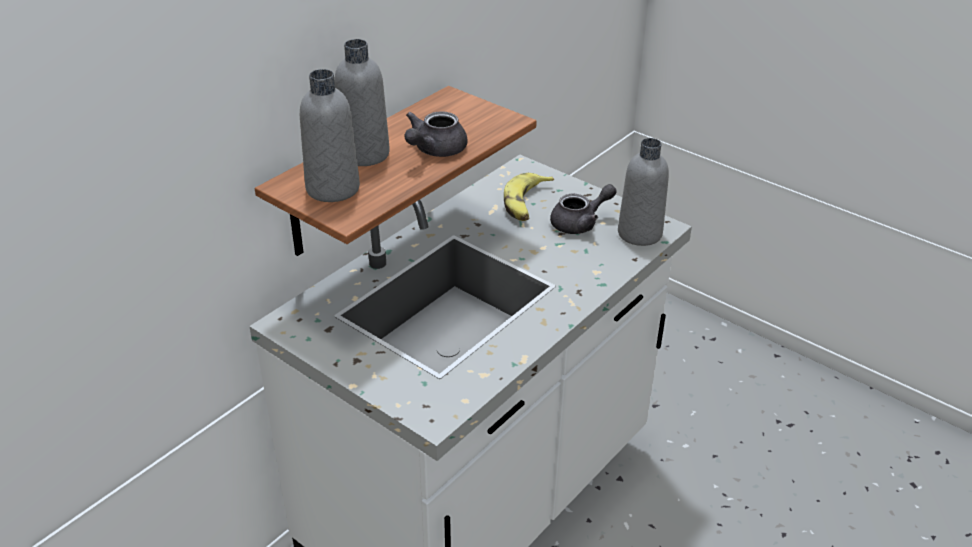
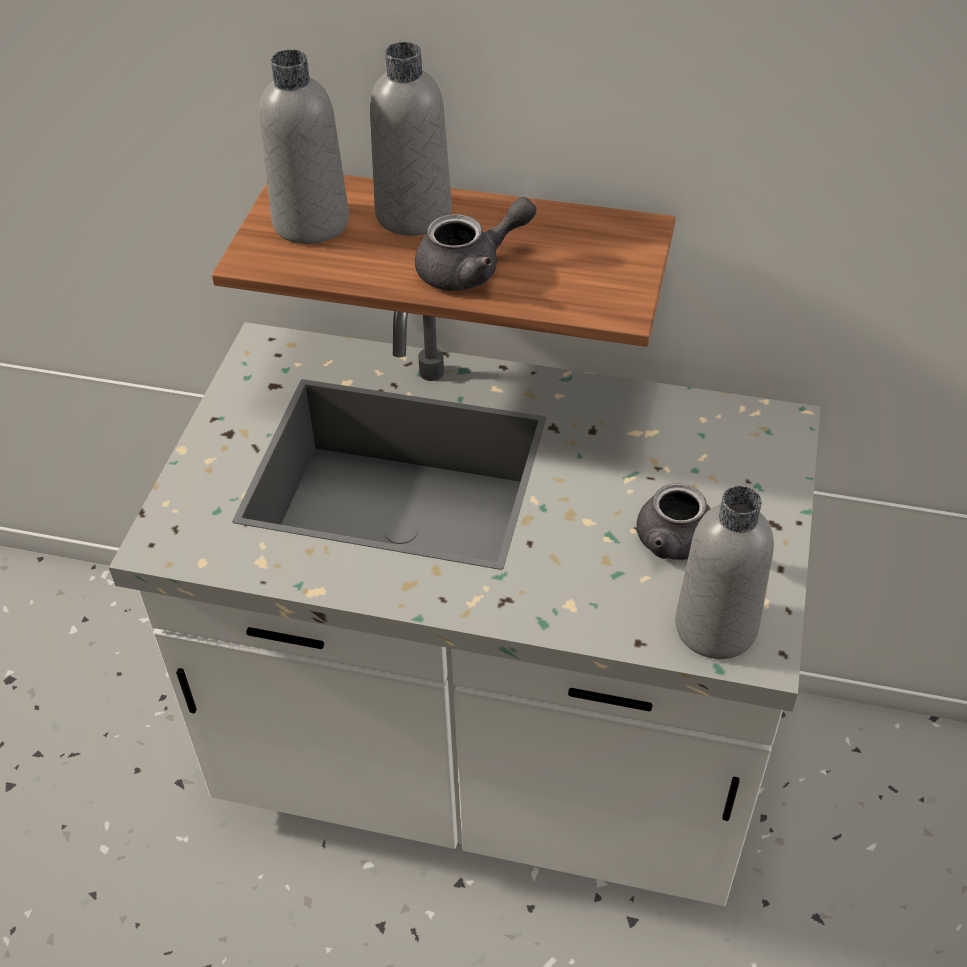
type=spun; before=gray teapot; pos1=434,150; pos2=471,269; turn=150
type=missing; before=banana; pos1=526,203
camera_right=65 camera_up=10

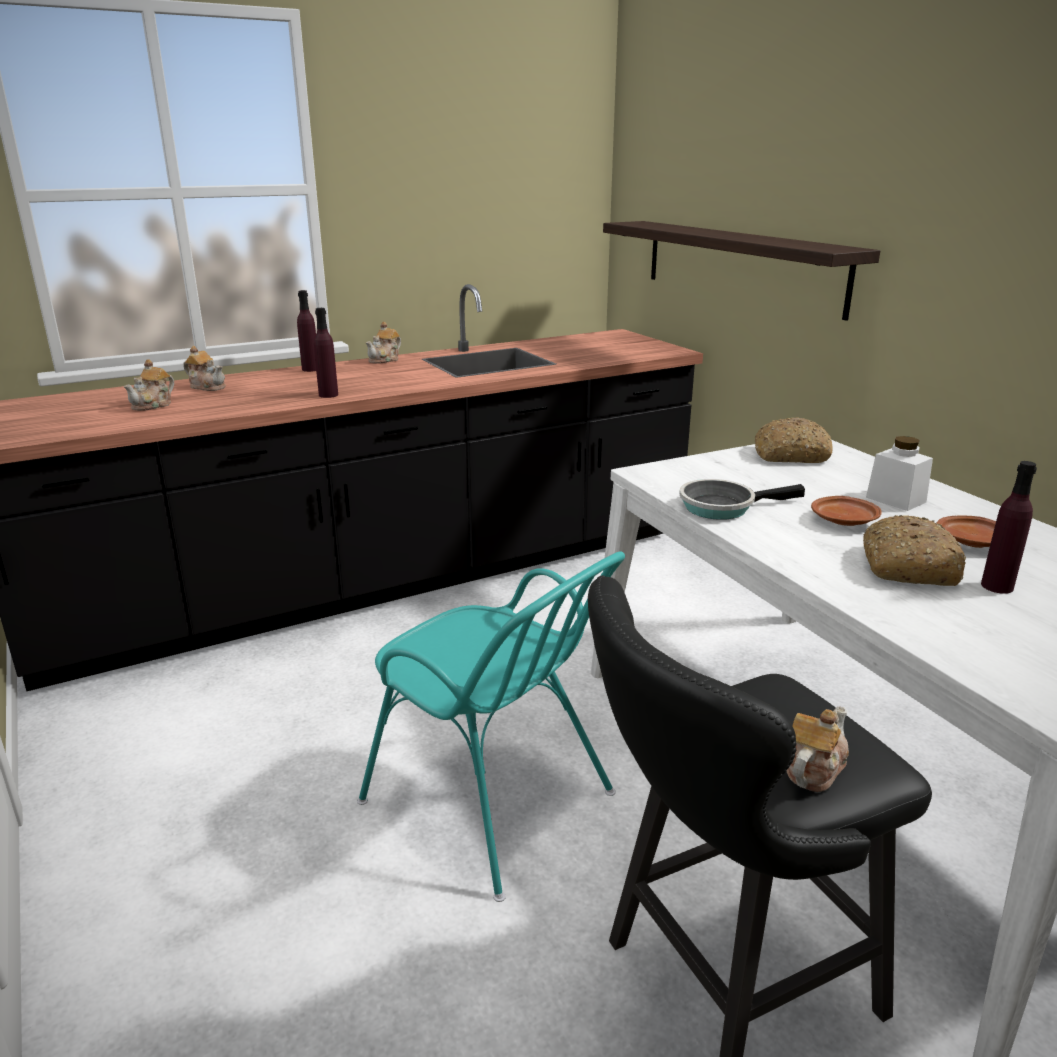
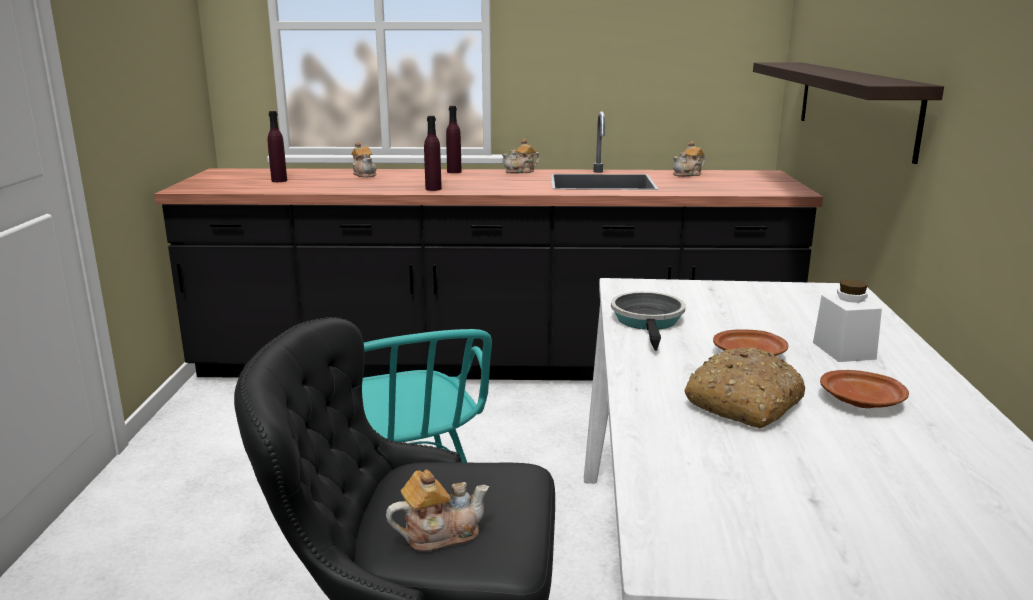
type=relocated; before=purplish drink bottle; pos1=997,586; pos2=279,180
type=spun; before=pan; pos1=722,507; pos2=648,322; turn=75
type=relocated; before=teapot; pos1=154,405; pos2=688,174
type=missing; before=bread; pos1=790,455
camera_right=30 camera_up=-5

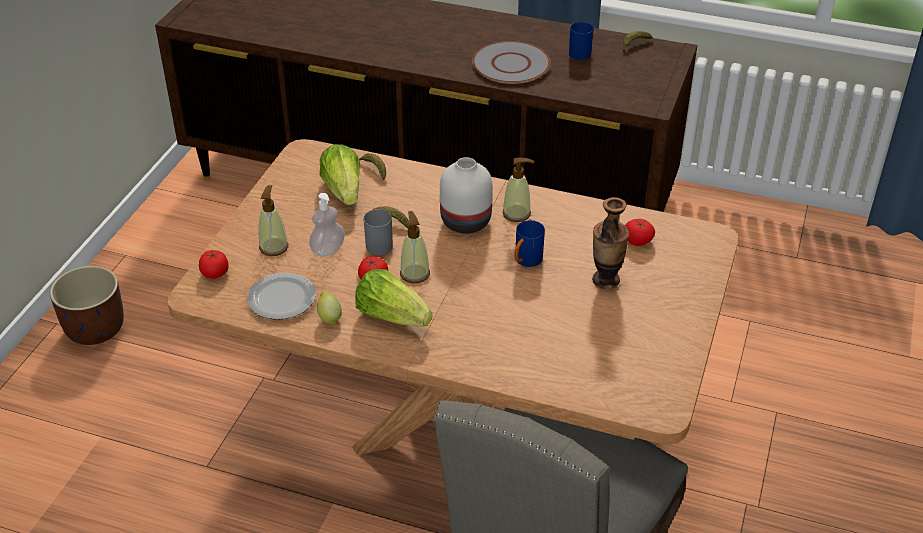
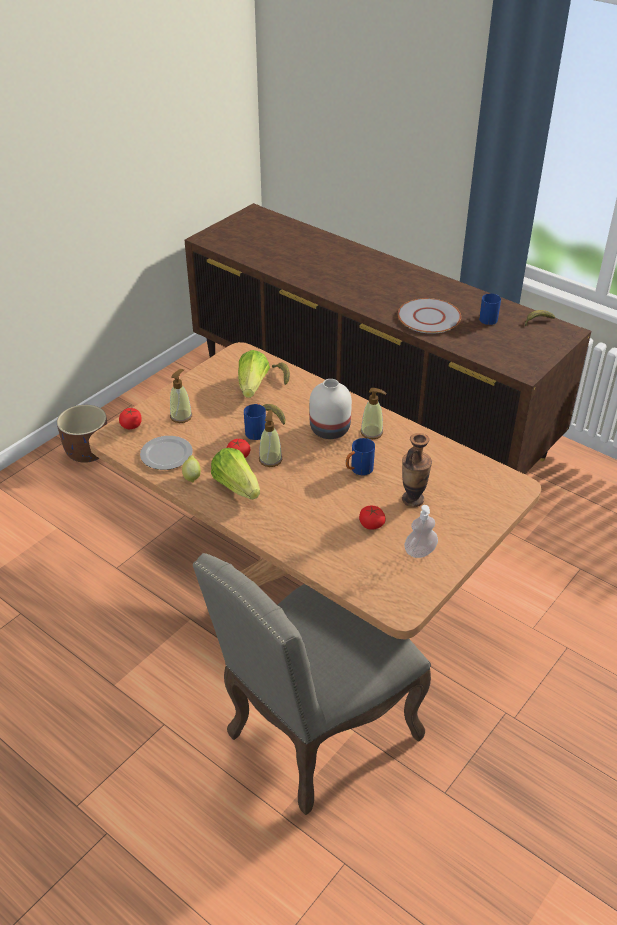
type=colour; before=gray tea mug; after=bluish tea mug; pos1=378,243; pos2=256,431
type=relocated; before=fresh tomato; pos1=637,240; pos2=371,524
type=relocated; before=soap dispenser; pos1=328,250; pos2=420,551
camera_right=20 camera_up=0

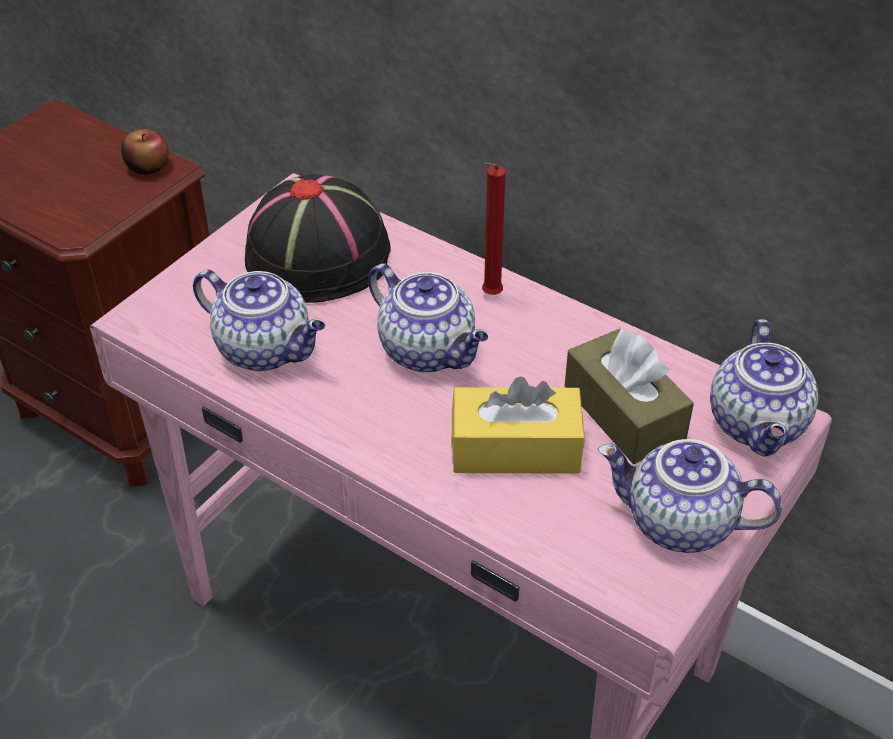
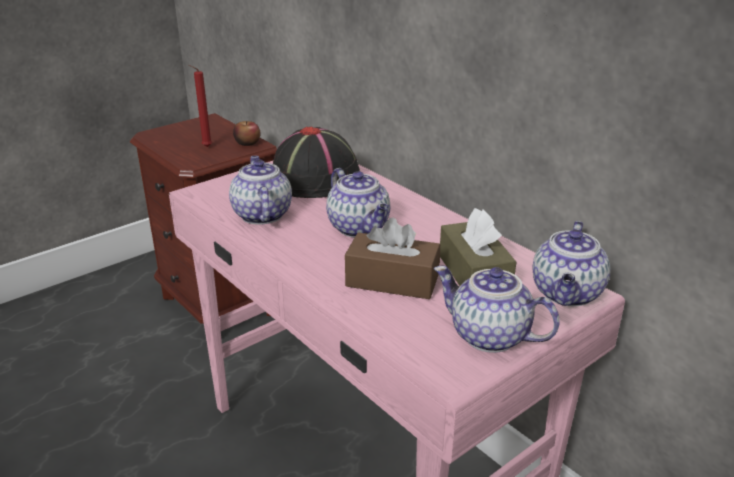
type=relocated; before=red-coloured wax light; pos1=489,296; pos2=205,147
type=spun; before=teapot; pos1=266,350; pos2=261,214; turn=-150
type=colour; before=yellow tissue box; after=brownish tissue box; pos1=515,448; pos2=392,281
camera_right=15 camera_up=-15

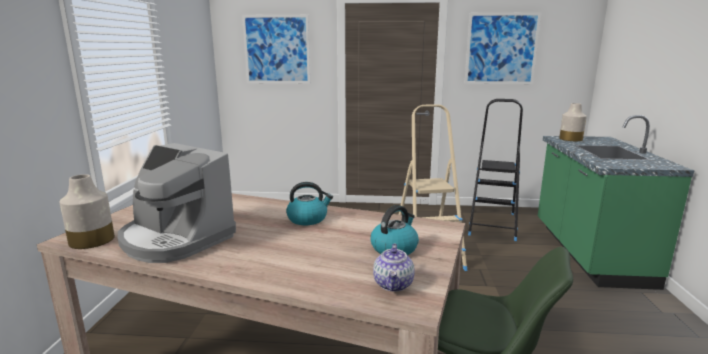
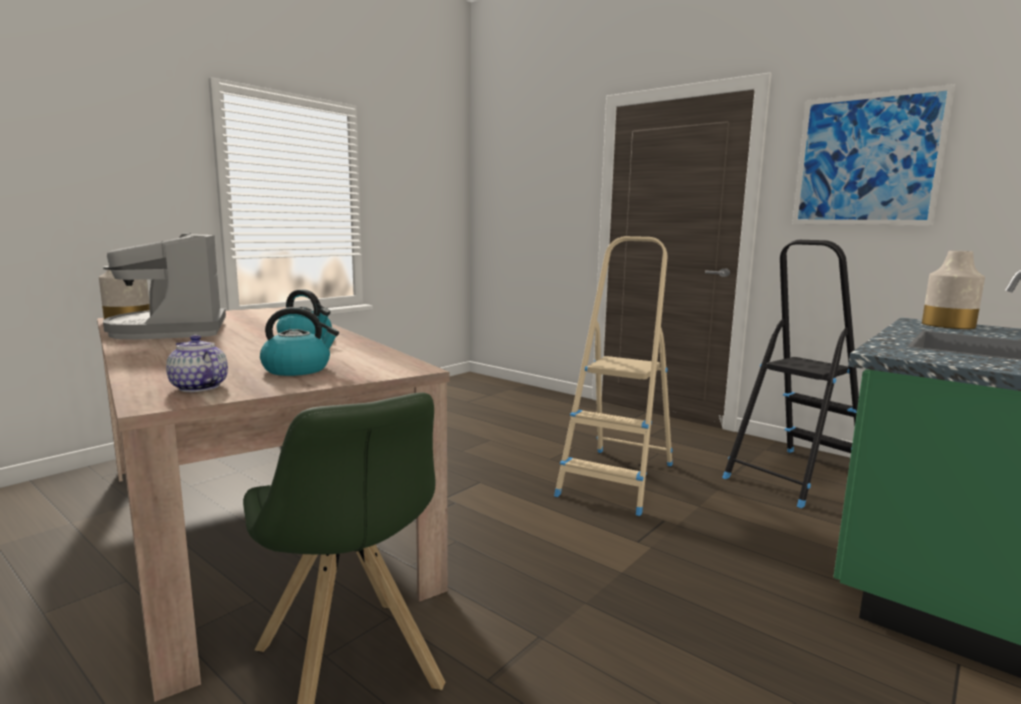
type=spun; before=teapot; pos1=394,284; pos2=198,387; turn=90
type=missing; before=wall art; pos1=277,49
camera_right=35 camera_up=-5

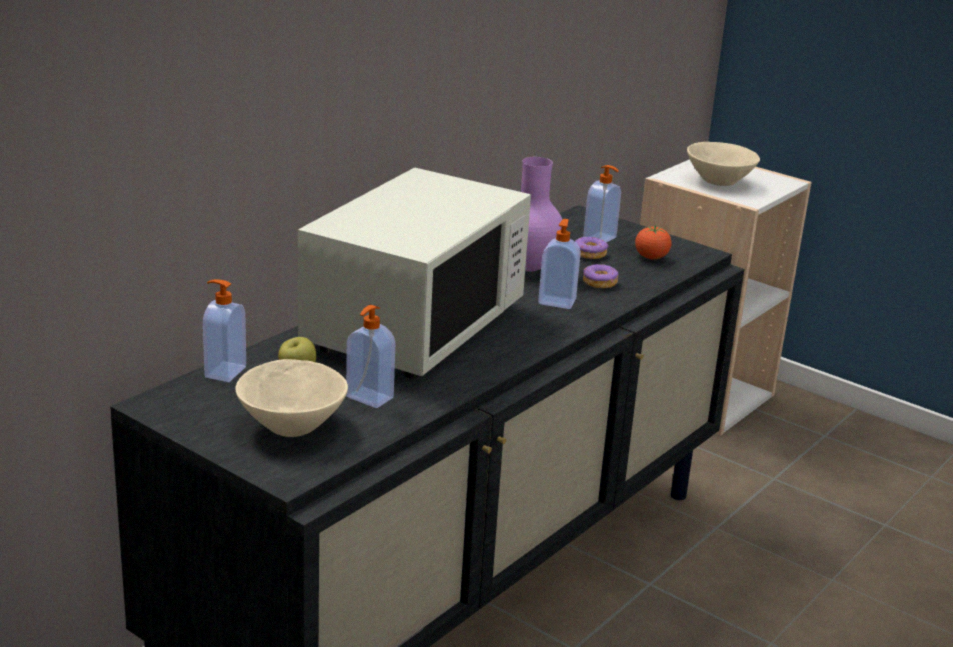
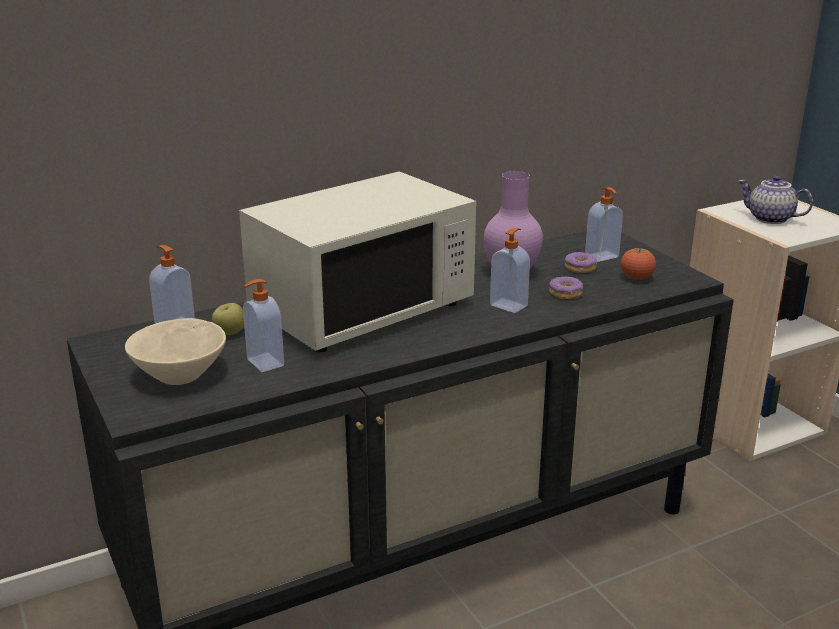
type=exchanged; before=sand-coloured serving bowl; after=teapot; pos1=719,182; pos2=769,219
camera_right=25 camera_up=0

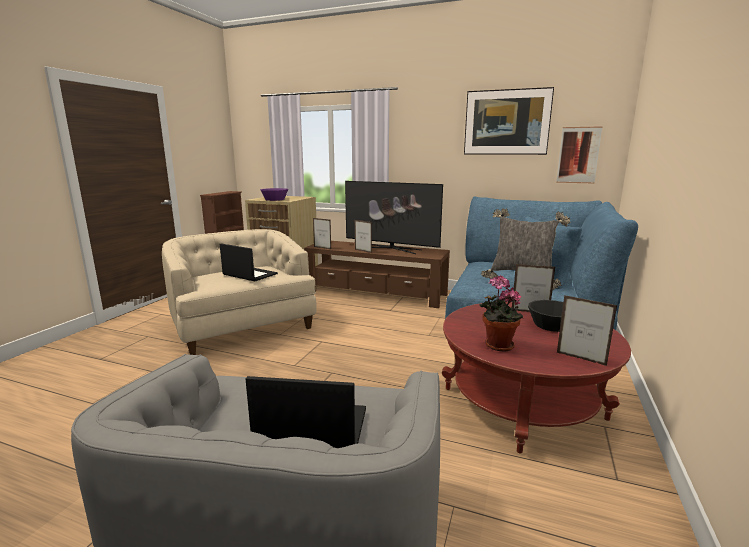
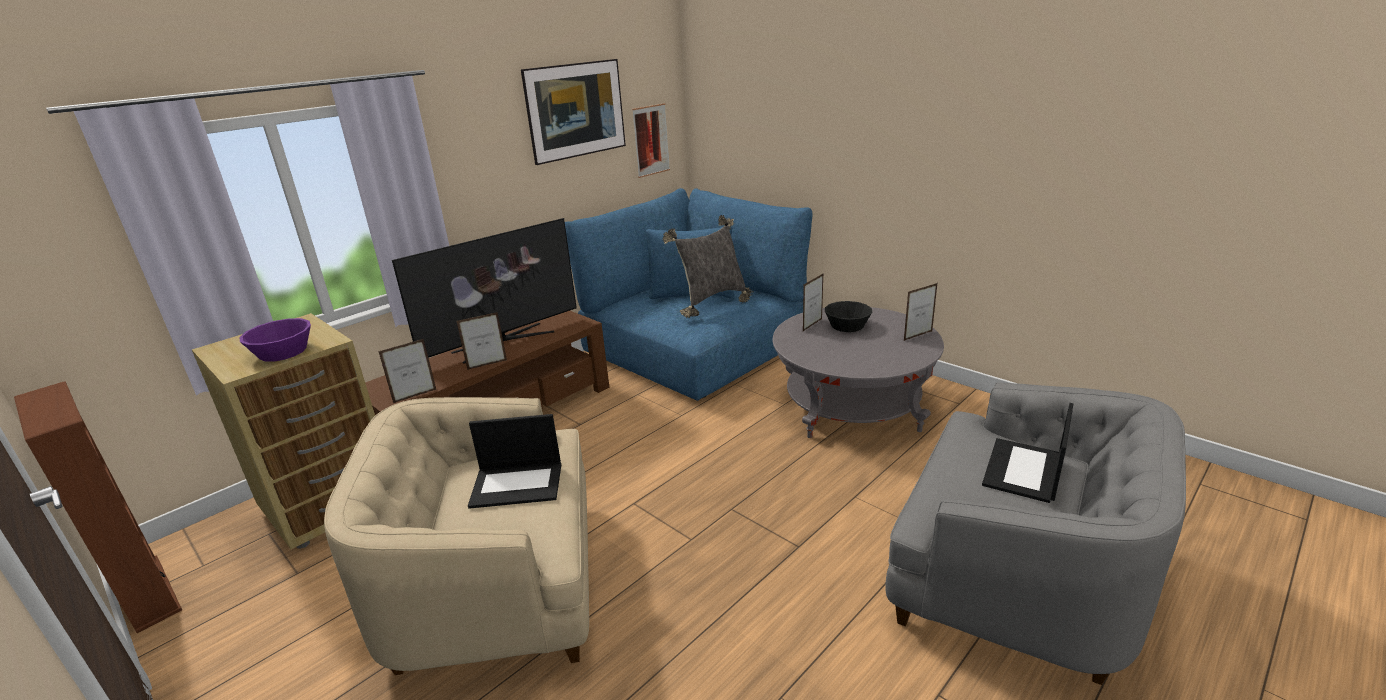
type=spun; before=portable computer; pos1=249,274; pos2=518,484; turn=-150
type=colour; before=red-coloured lounge table; after=gray lounge table; pos1=522,403; pos2=852,405
type=missing; before=houseplant; pos1=496,346
camera_right=-65 camera_up=10

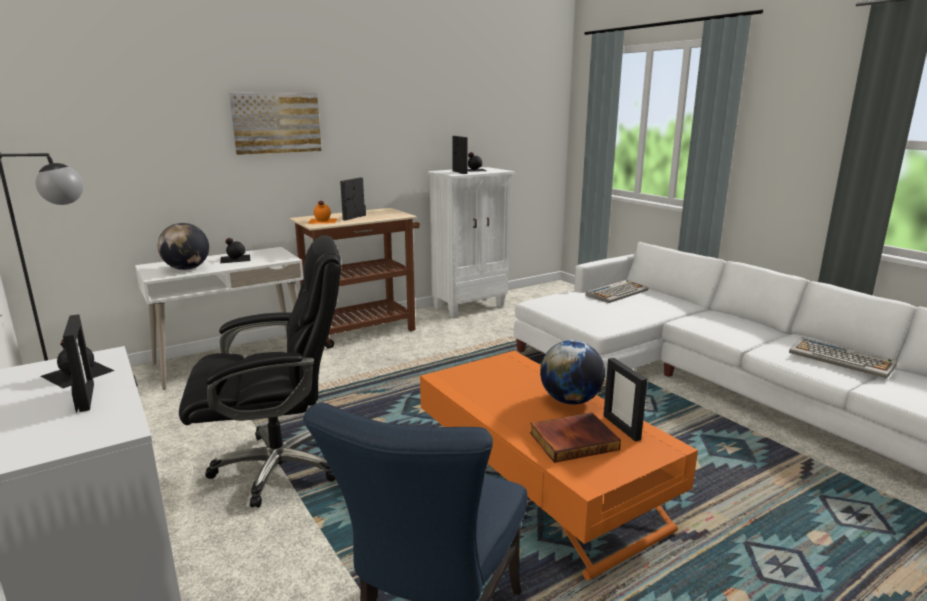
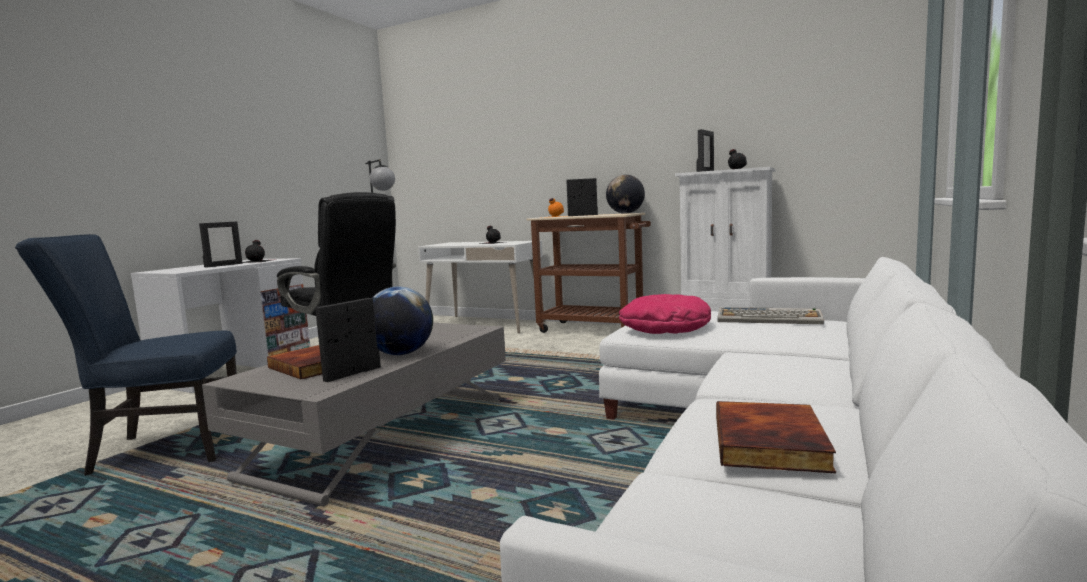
type=colour; before=orange lounge table; after=gray lounge table; pos1=540,482; pos2=382,435
type=relocated; before=world globe; pos1=187,269; pos2=625,213
type=appeared; after=pink throw pillow; pos2=667,328
type=exchanged; before=keyboard; after=book; pos1=842,359; pos2=772,443
type=missing; before=wall art; pos1=276,123
camera_right=60 camera_up=-10

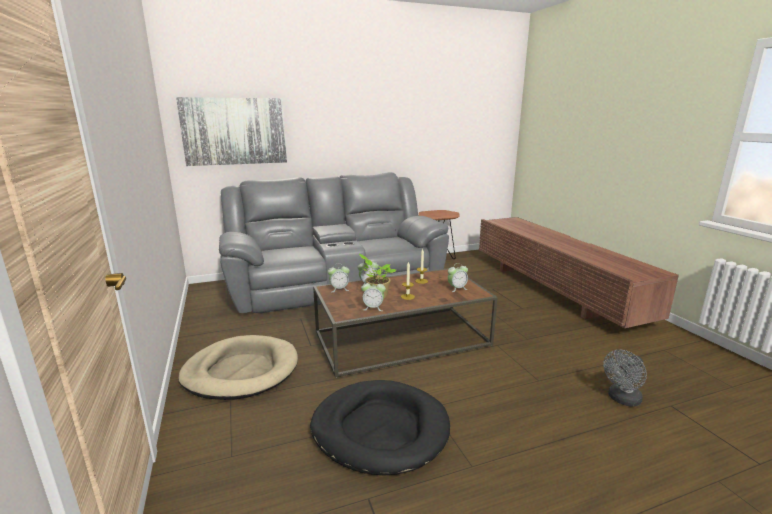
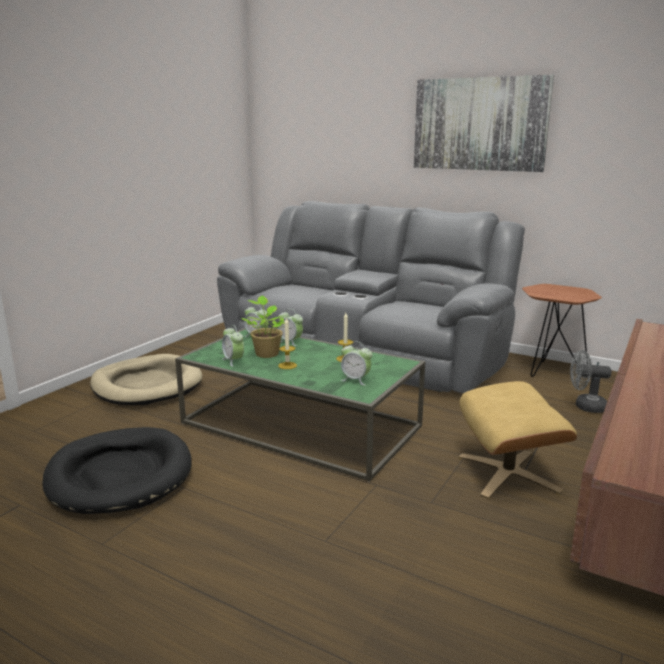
type=colour; before=brownish lounge table; after=green-coloured lounge table; pos1=401,339; pos2=301,425
type=relocated; before=wall art; pos1=234,131; pos2=479,124
type=appeared; after=sand-coloured pouffe; pos2=508,473
type=relocated; before=gray cooling fan; pos1=622,399; pos2=585,406
camera_right=50 camera_up=0

